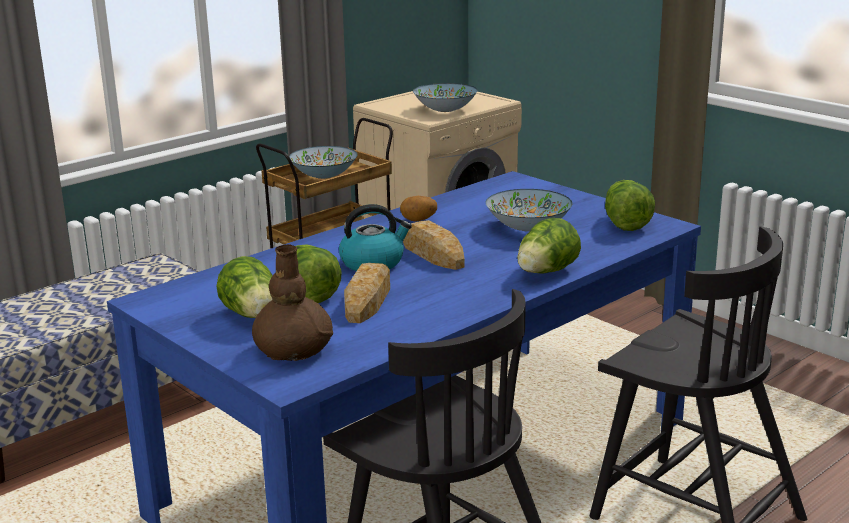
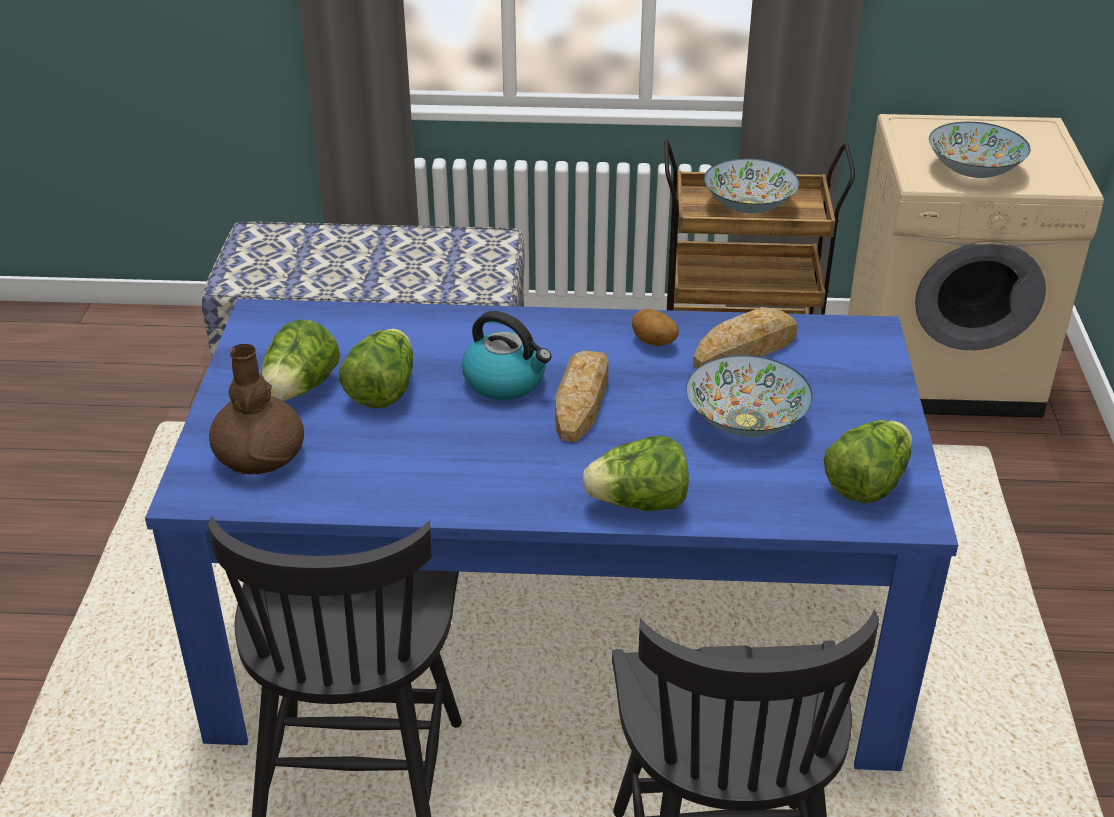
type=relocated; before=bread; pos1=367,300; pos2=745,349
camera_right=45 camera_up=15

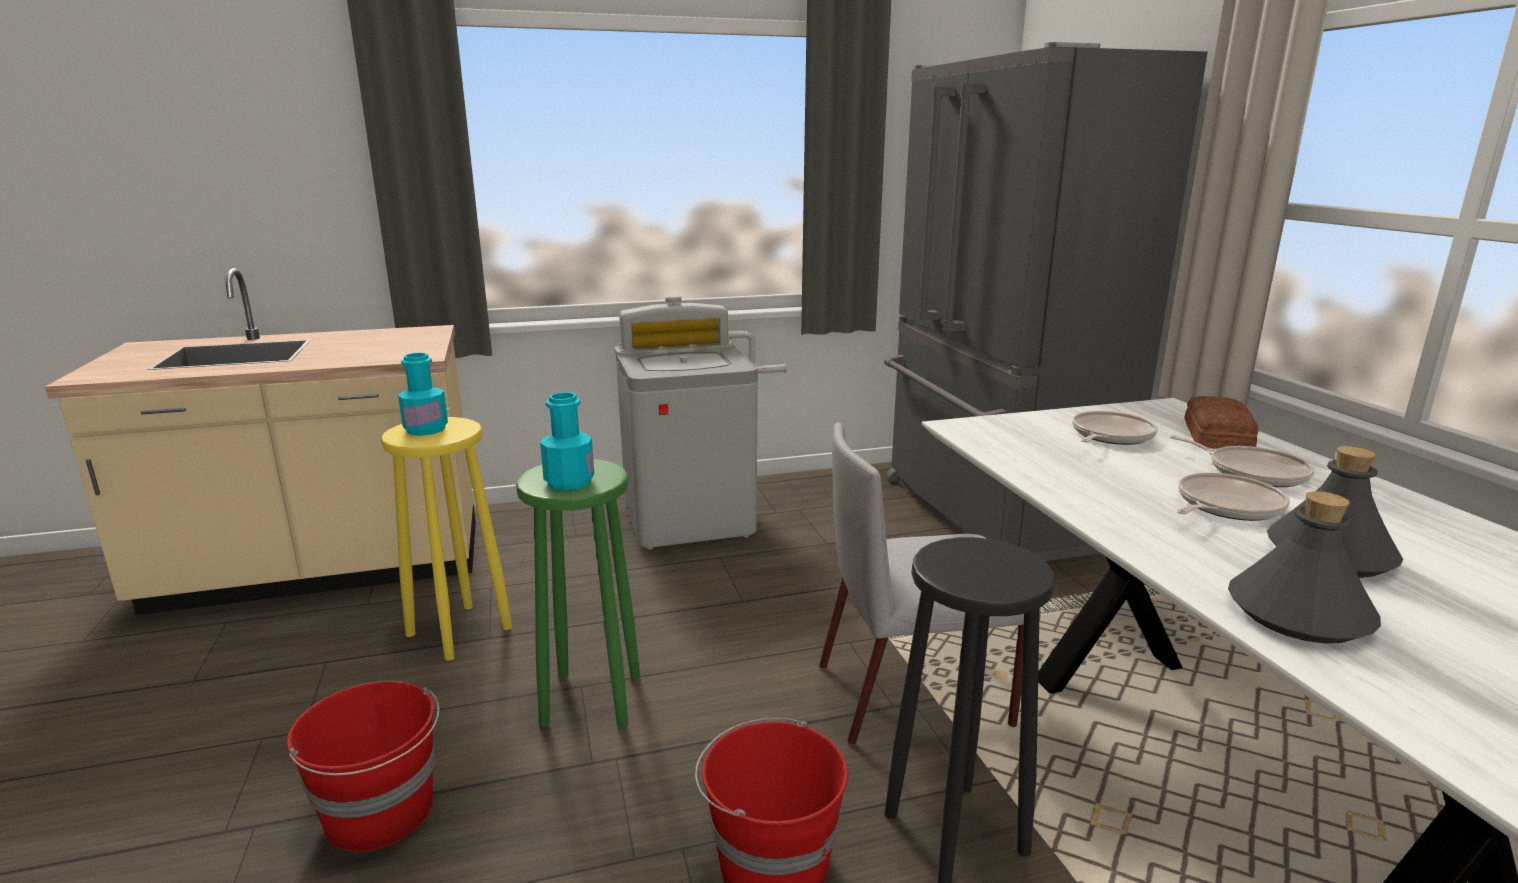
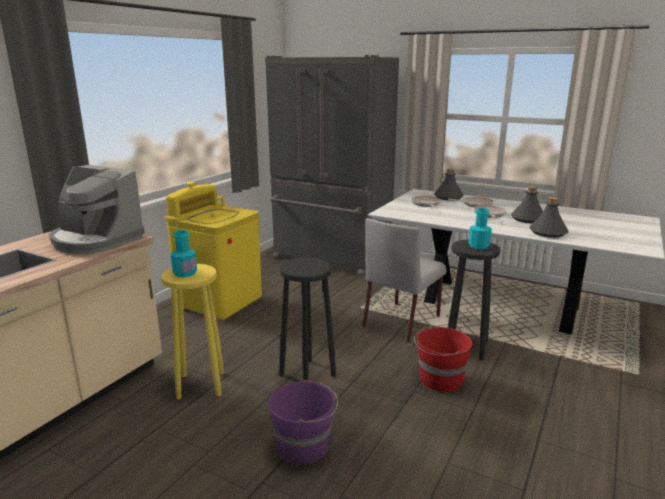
type=appeared; after=coffee maker; pos2=96,240
type=colour; before=gray washing machine; after=yellow washing machine; pos1=692,520; pos2=221,302
type=colour; before=red-coloured water bucket; after=purplish water bucket; pos1=381,813; pos2=303,446
type=colour; before=green-coloured stool seat; after=blackish stool seat; pos1=591,700; pos2=308,375
type=exchanged; before=bread; after=gray drink bottle; pos1=1215,436; pos2=448,197
type=relocated; before=blue-green drink bottle; pos1=569,482; pos2=478,246
camera_right=-45 camera_up=0

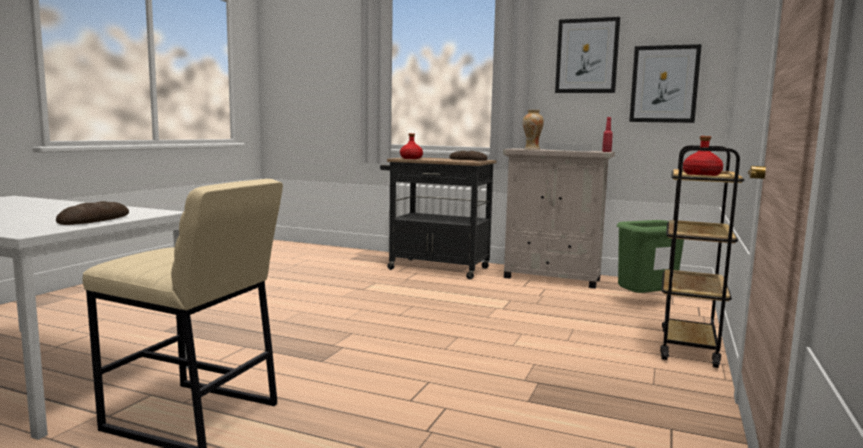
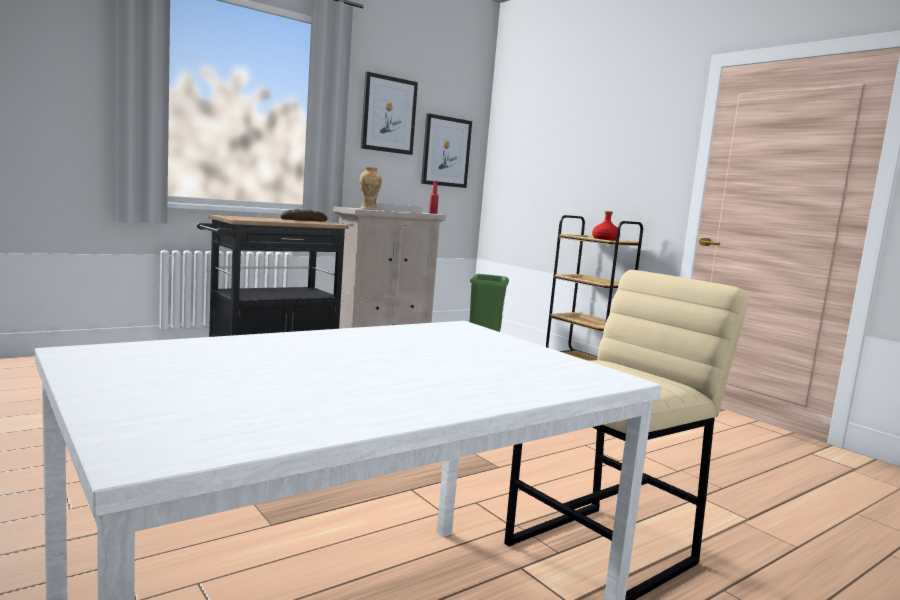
type=missing; before=bread; pos1=94,220
type=missing; before=red-coloured drink bottle; pos1=411,158
camera_right=-60 camera_up=0

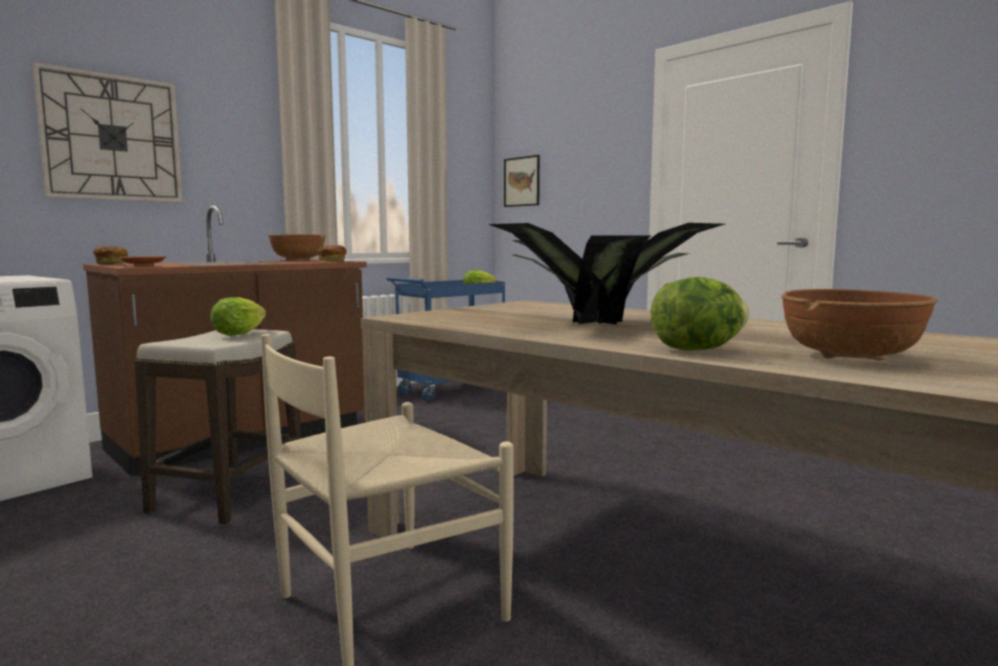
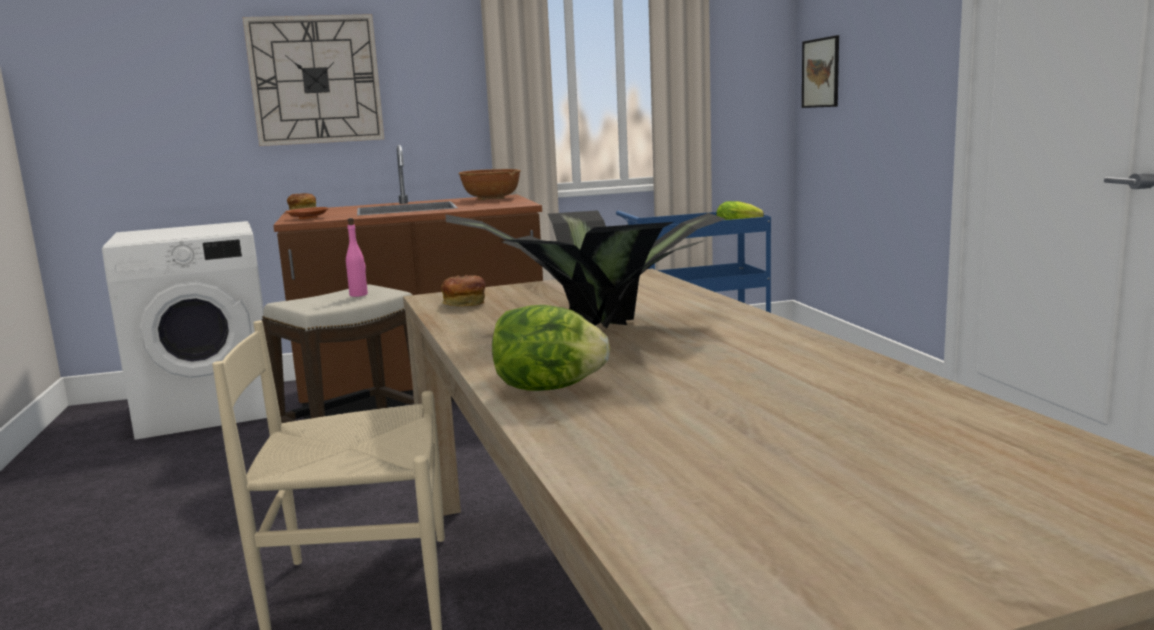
type=exchanged; before=lettuce; after=pink drink bottle; pos1=238,334; pos2=359,295
type=relocated; before=bread; pos1=332,261; pos2=464,303
type=missing; before=brownish serving bowl; pos1=850,357
camera_right=30 camera_up=5

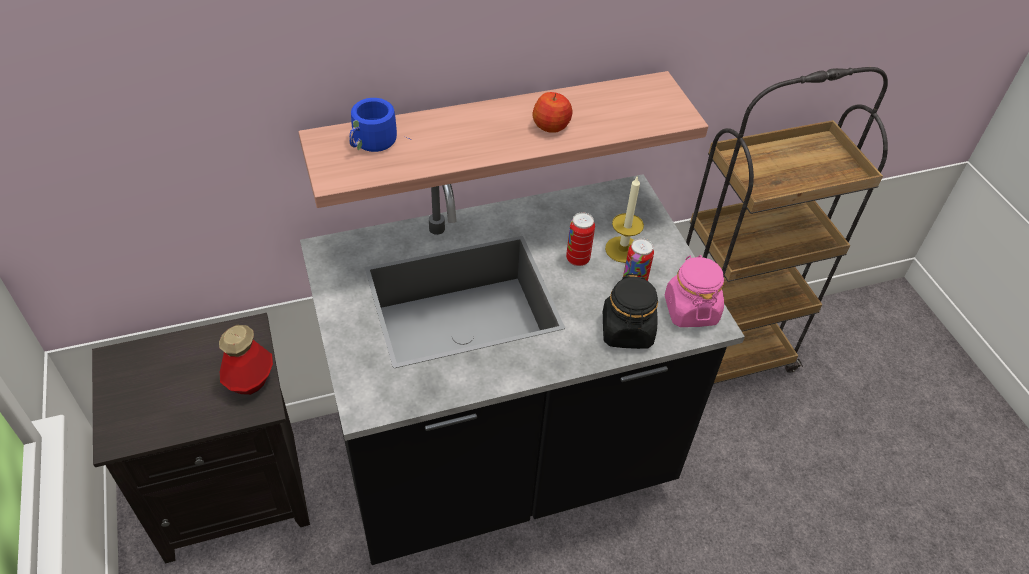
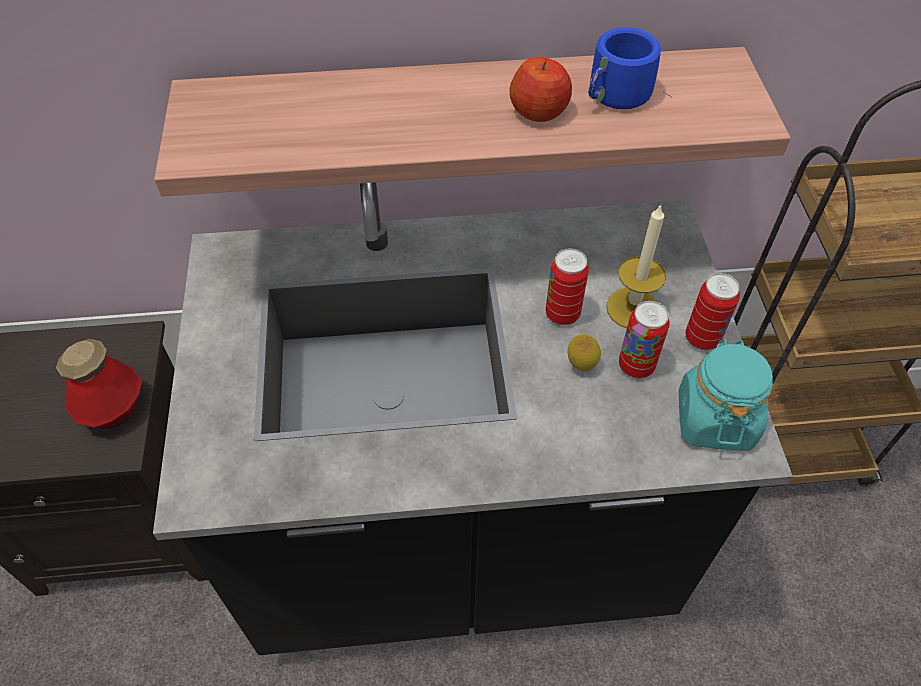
type=appeared; after=lemon; pos2=581,366
type=relocated; before=bluish tea mug; pos1=373,144; pos2=617,98
type=colour; before=pink preserve jar; after=blue-green preserve jar; pos1=690,310; pos2=714,419
type=appeared; after=metal can; pos2=702,338
type=missing; before=blackish preserve jar; pos1=627,331
camera_right=15 camera_up=5

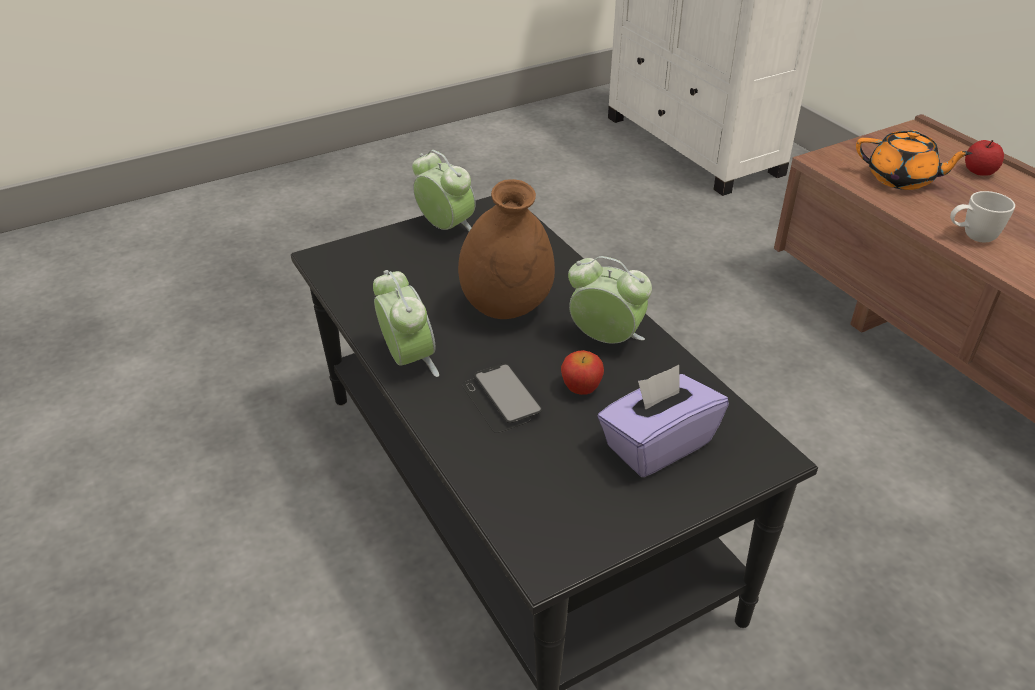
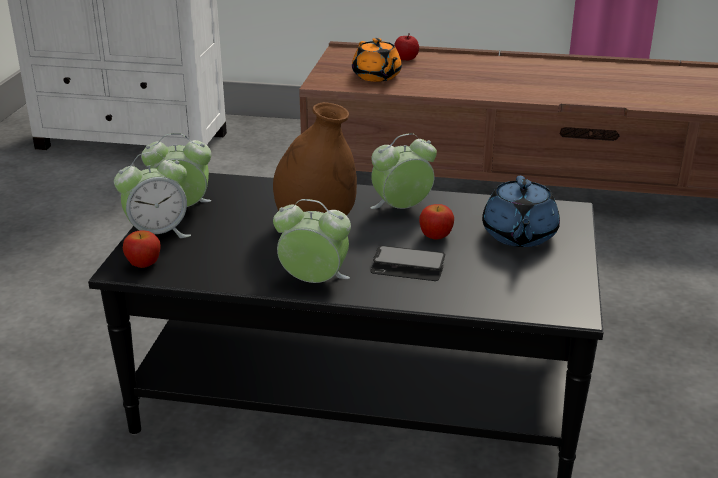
type=appeared; after=bedside clock; pos2=157,234
type=appeared; after=apple fruit; pos2=144,264
type=spun; before=orange teapot; pos1=901,179; pos2=377,77; turn=90
type=exchanged; before=purplish tissue box; after=bluish teapot; pos1=657,444; pos2=519,236
type=missing; before=whitish tea mug; pos1=971,237
camera_right=-50 camera_up=-10

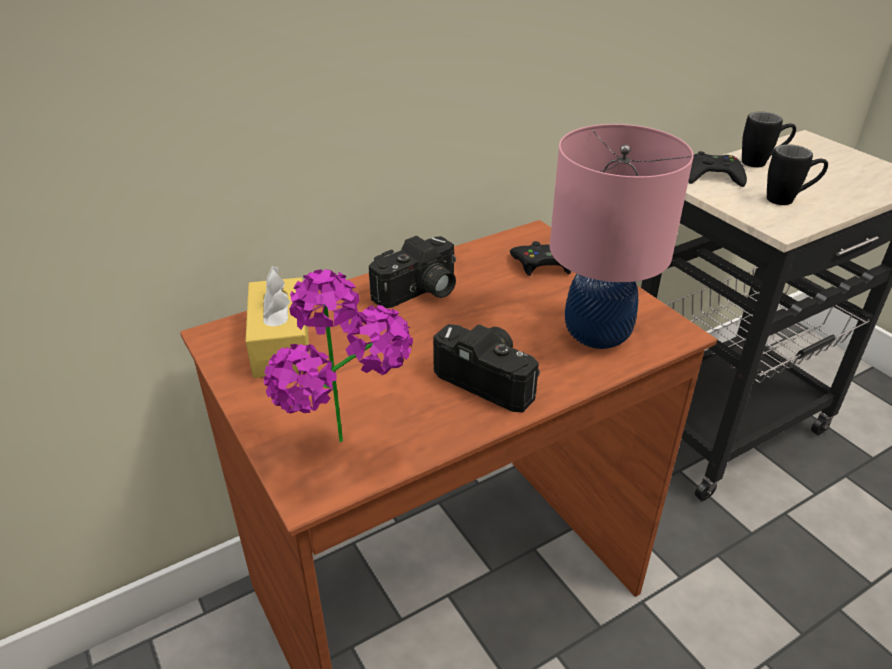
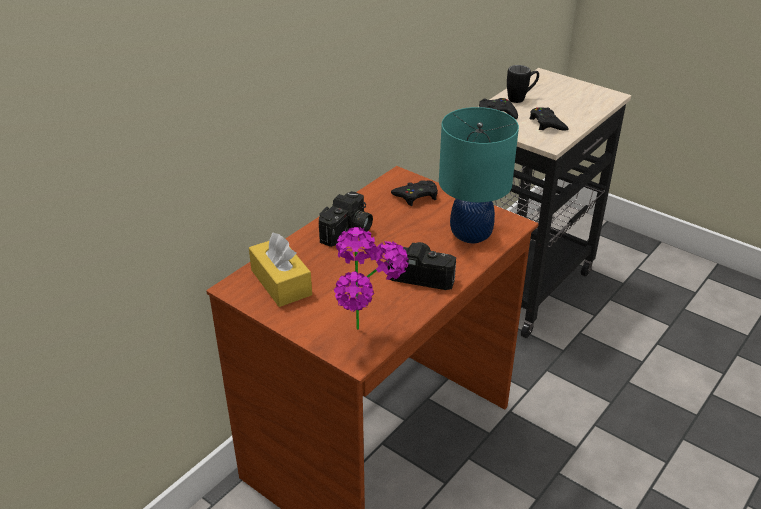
type=colour; before=pink tabletop lamp; after=blue-green tabletop lamp; pos1=593,336; pos2=469,236
type=exchanged; before=blackish tea mug; after=blackish game controller; pos1=788,200; pos2=547,123
camera_right=-20 camera_up=0

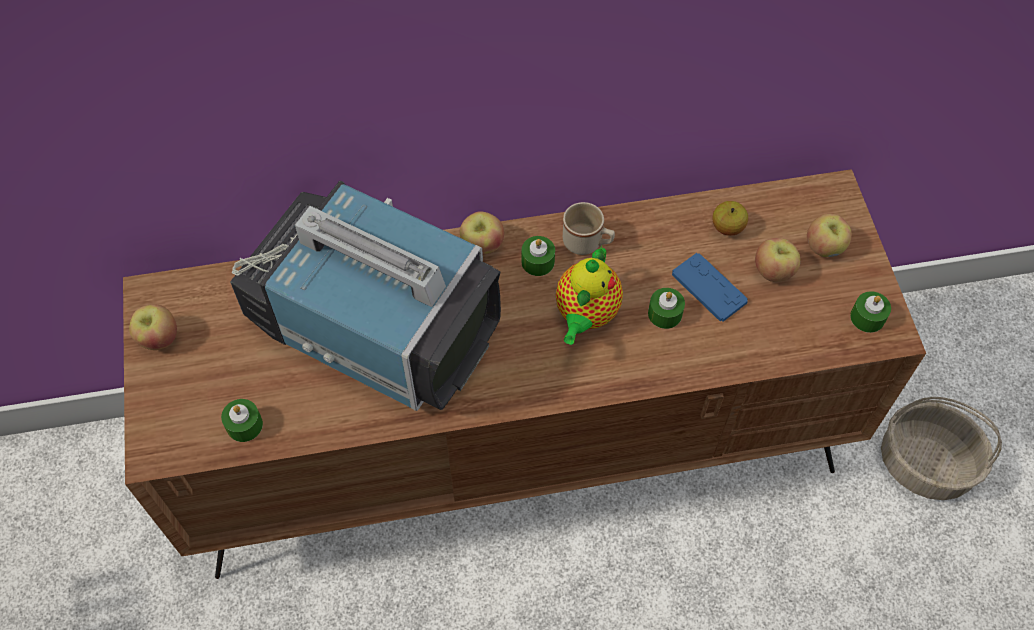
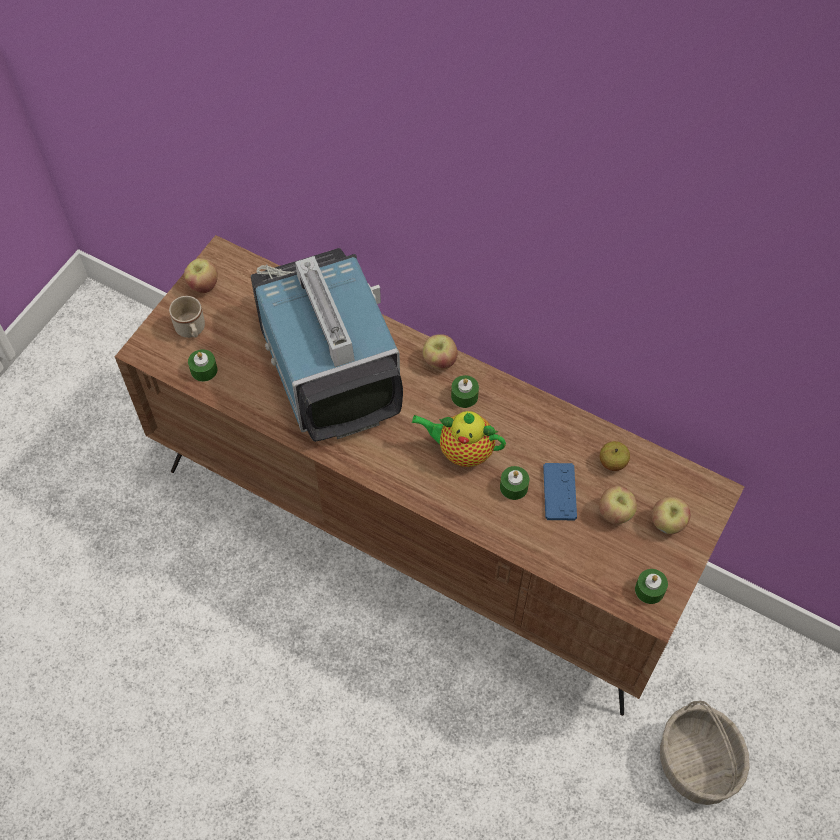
type=relocated; before=sand-coloured tea mug; pos1=587,243; pos2=191,330
type=spun; before=teapot; pos1=585,315; pos2=462,451; turn=45
camera_right=40 camera_up=0

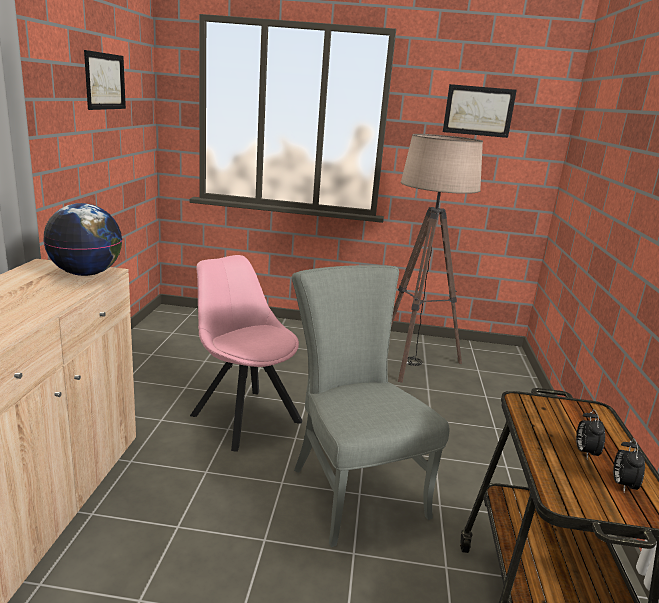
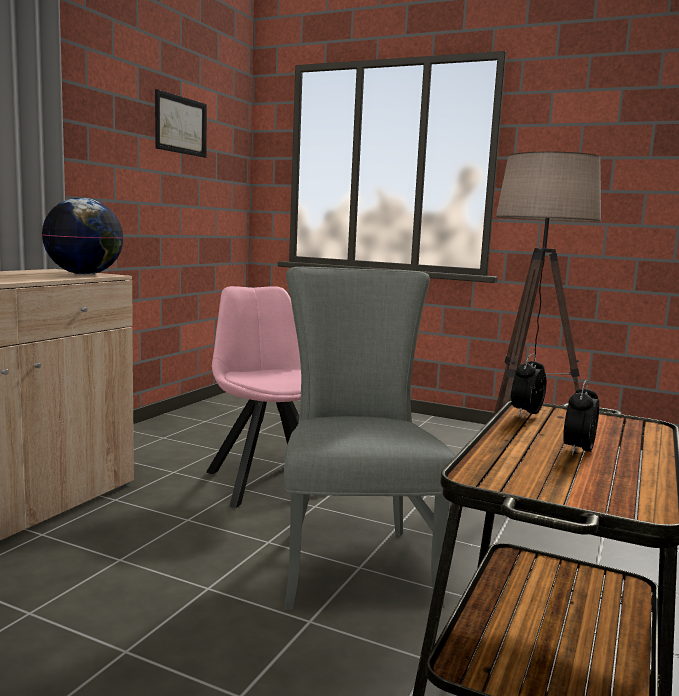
type=relocated; before=bedside clock; pos1=622,485; pos2=526,413
type=missing; before=wall art; pos1=478,111
camera_right=20 camera_up=-10

